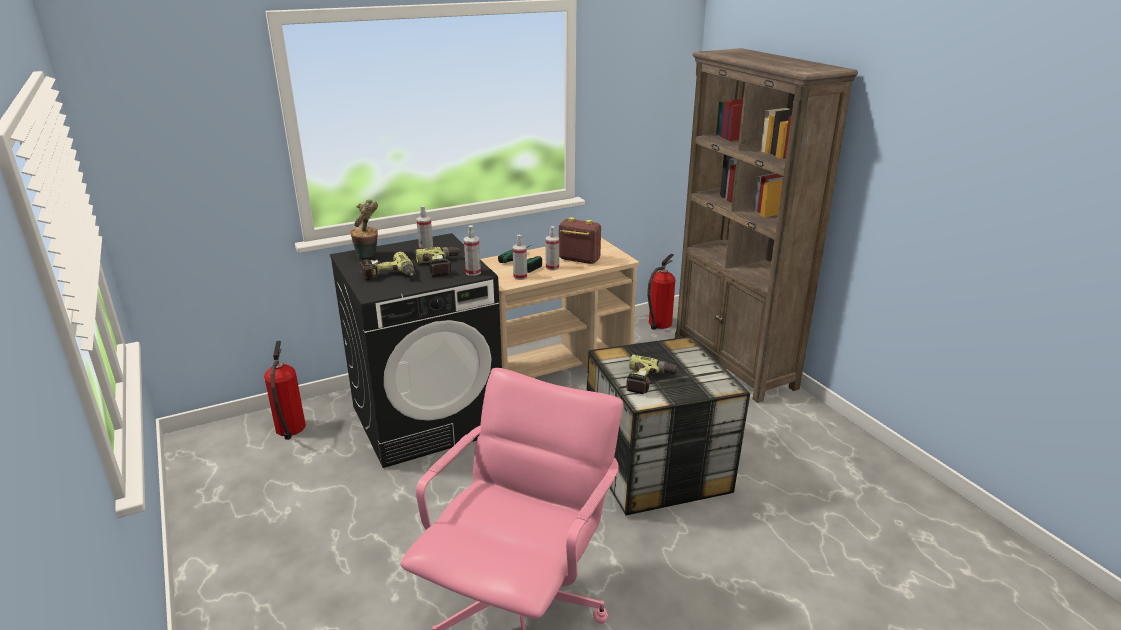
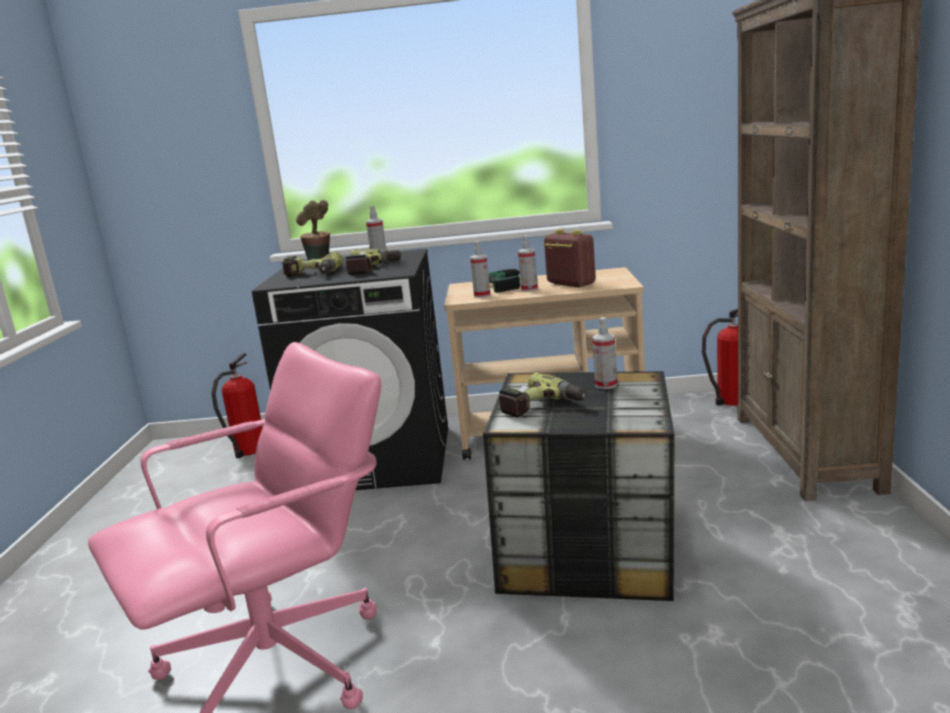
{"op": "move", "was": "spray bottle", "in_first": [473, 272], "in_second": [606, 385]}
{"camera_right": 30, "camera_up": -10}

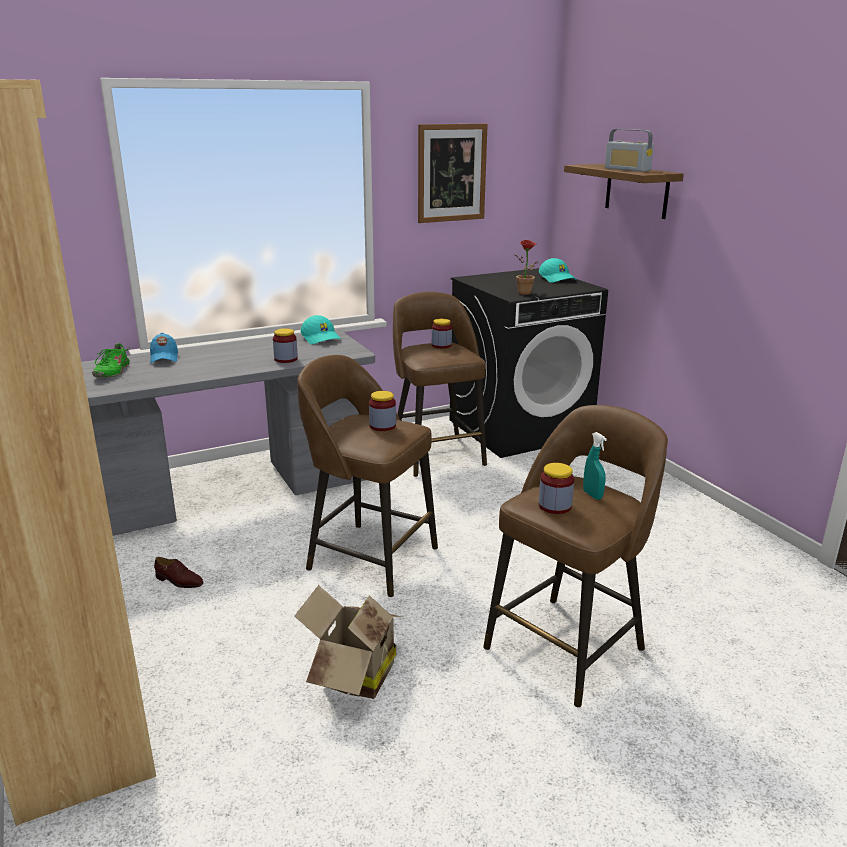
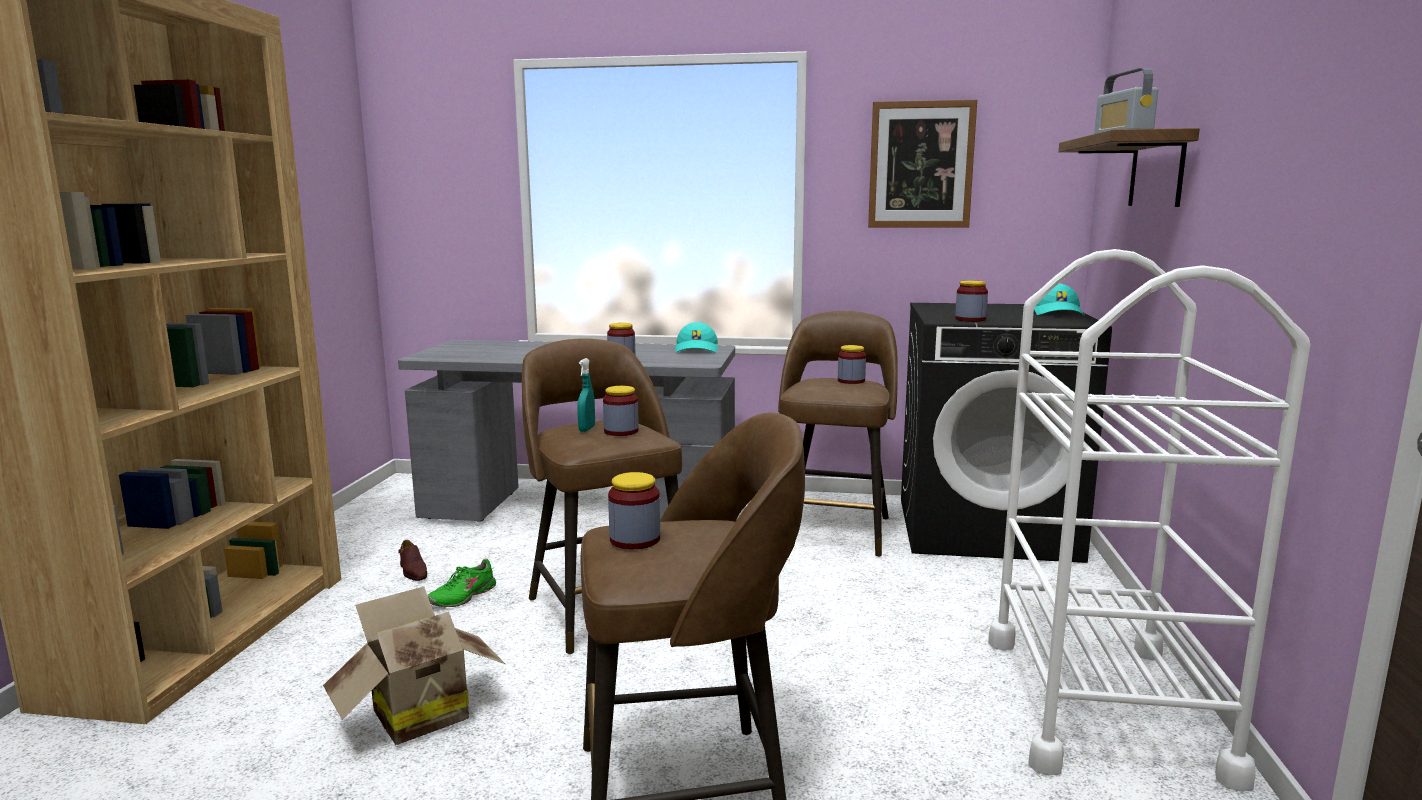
{"op": "replace", "was": "potted plant", "now": "jar", "in_first": [527, 293], "in_second": [970, 319]}
{"op": "delete", "was": "cap in blue", "in_first": [164, 358]}
{"op": "move", "was": "shoe in green", "in_first": [112, 372], "in_second": [462, 596]}
{"op": "move", "was": "spray bottle in turquoise", "in_first": [592, 495], "in_second": [587, 429]}
{"op": "insert", "now": "cart in white", "in_second": [1102, 704]}
{"camera_right": 35, "camera_up": -10}

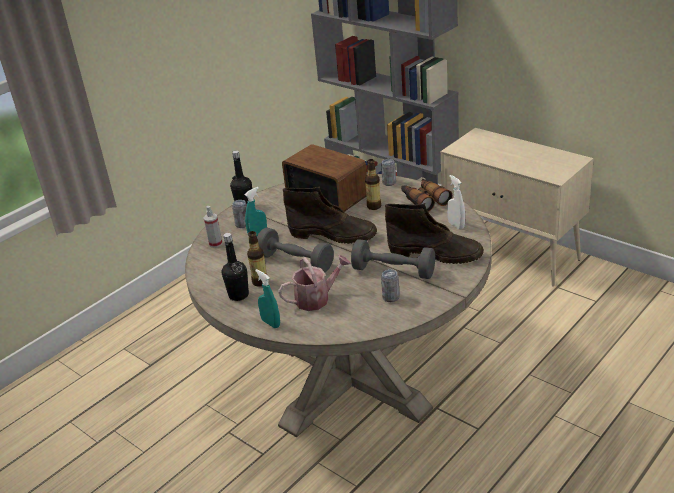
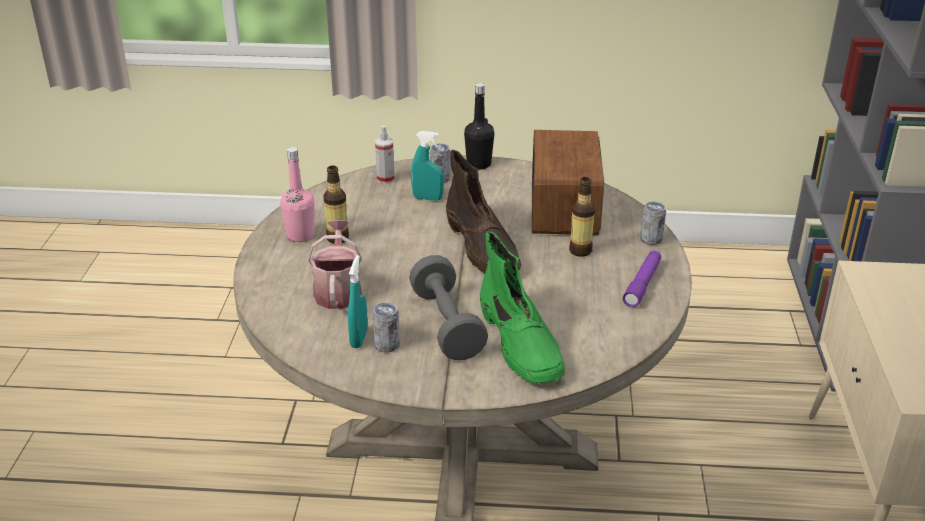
{"op": "delete", "was": "spray bottle in white", "in_first": [456, 225]}
{"op": "replace", "was": "binoculars", "now": "flashlight in purple", "in_first": [424, 200], "in_second": [642, 284]}
{"op": "recolor", "was": "boot in brown", "now": "boot in green", "in_first": [436, 254], "in_second": [521, 344]}
{"op": "delete", "was": "dumbbell in grey", "in_first": [295, 262]}
{"op": "recolor", "was": "bottle in black", "now": "bottle in pink", "in_first": [238, 295], "in_second": [300, 235]}
{"op": "rotate", "was": "watering can", "in_first": [317, 298], "in_second": [338, 290], "clockwise": -120}
{"op": "move", "was": "spray bottle in turquoise", "in_first": [271, 323], "in_second": [359, 339]}
{"camera_right": 50, "camera_up": 0}

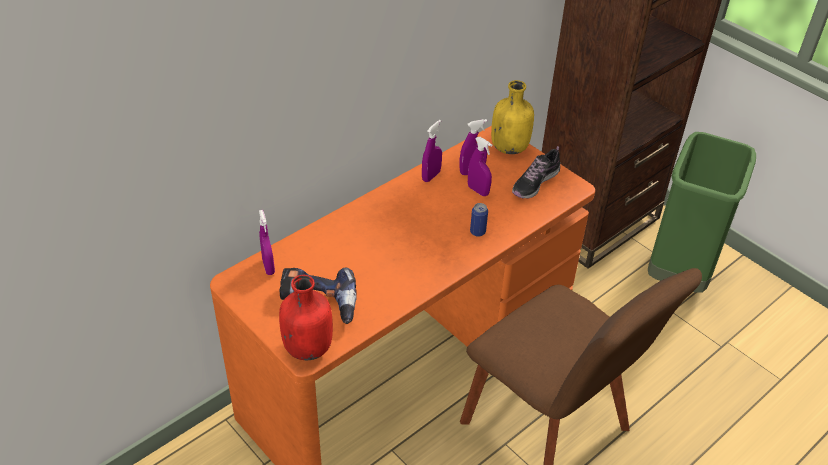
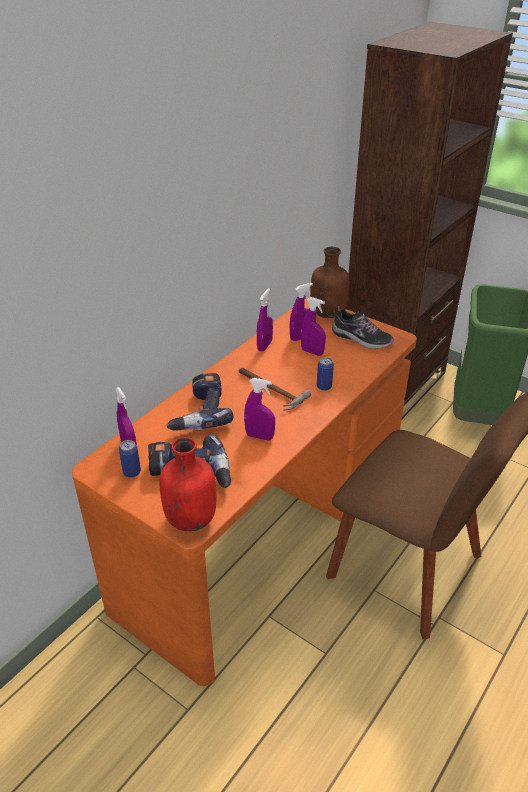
{"op": "recolor", "was": "bottle in yellow", "now": "bottle in brown", "in_first": [509, 147], "in_second": [328, 313]}
{"op": "rotate", "was": "shoe", "in_first": [535, 183], "in_second": [361, 338], "clockwise": -90}
{"op": "insert", "now": "hammer", "in_second": [269, 389]}
{"op": "insert", "now": "power drill", "in_second": [199, 413]}
{"op": "insert", "now": "spray bottle in purple", "in_second": [259, 436]}
{"op": "insert", "now": "can", "in_second": [132, 472]}
{"camera_right": -10, "camera_up": -5}

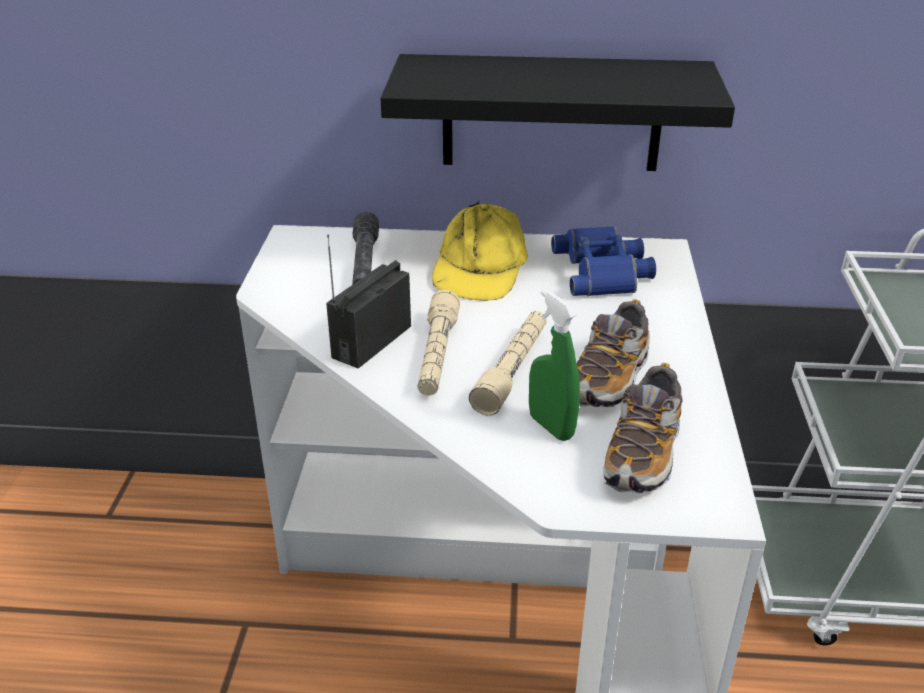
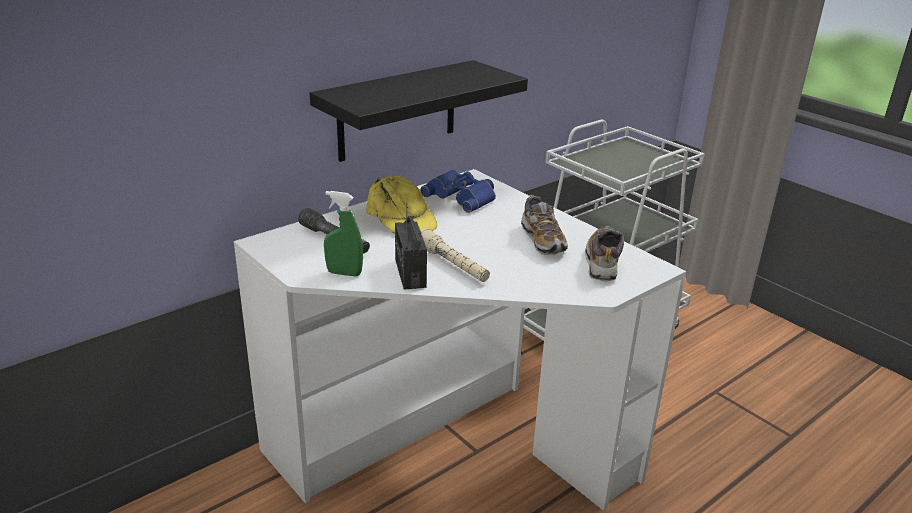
{"op": "move", "was": "spray bottle in green", "in_first": [551, 427], "in_second": [344, 273]}
{"op": "delete", "was": "flashlight in beige", "in_first": [512, 370]}
{"op": "rotate", "was": "shoe", "in_first": [643, 454], "in_second": [602, 262], "clockwise": -150}
{"camera_right": -45, "camera_up": -5}

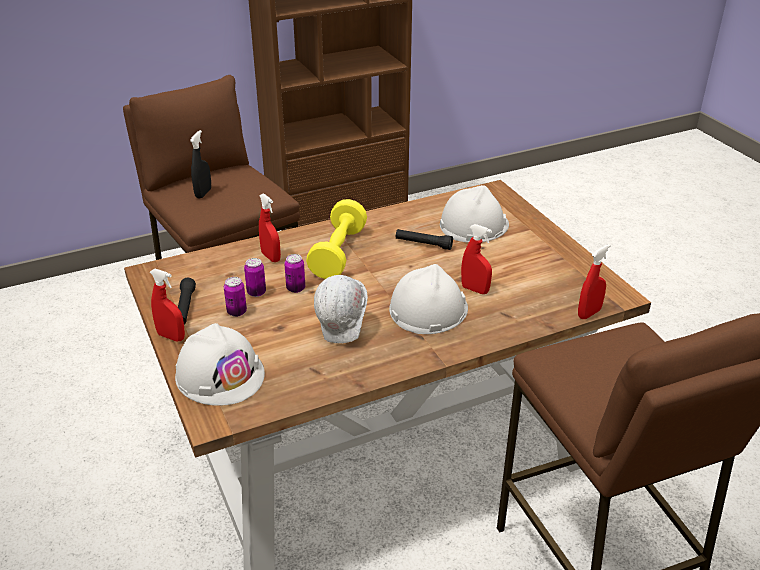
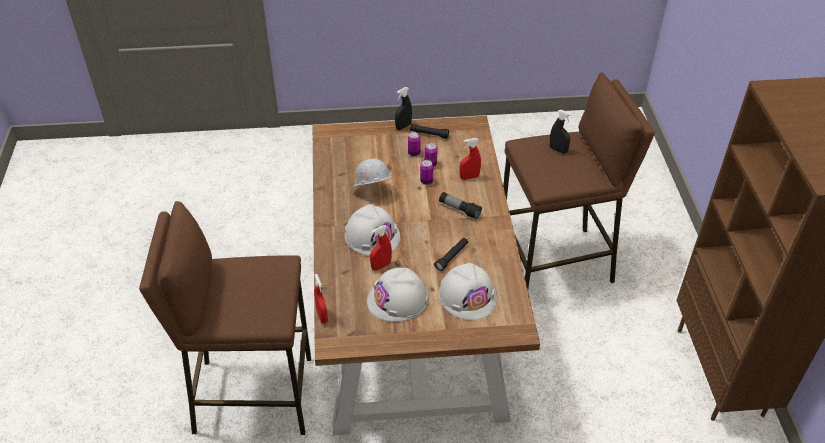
{"op": "replace", "was": "dumbbell in yellow", "now": "flashlight", "in_first": [338, 253], "in_second": [459, 209]}
{"op": "recolor", "was": "spray bottle in red", "now": "spray bottle in black", "in_first": [171, 336], "in_second": [403, 126]}
{"op": "move", "was": "hard hat in white", "in_first": [220, 375], "in_second": [398, 299]}
{"camera_right": 110, "camera_up": 10}

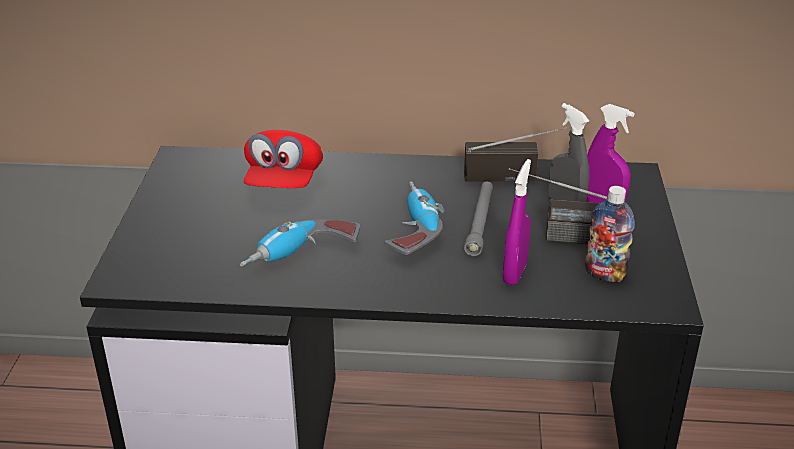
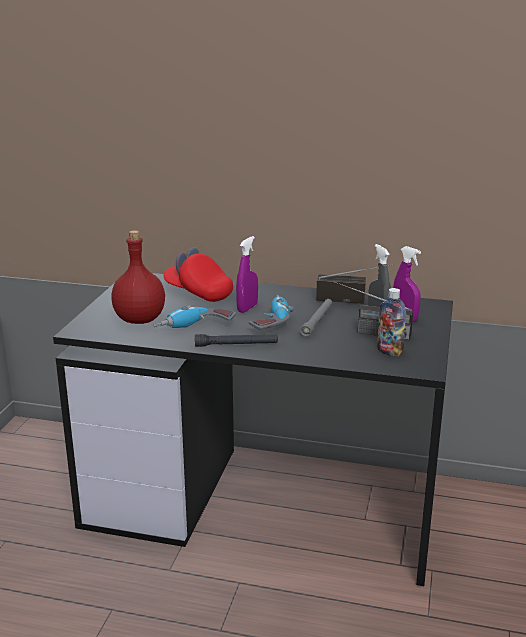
{"op": "rotate", "was": "cap in red", "in_first": [284, 182], "in_second": [198, 293], "clockwise": 105}
{"op": "move", "was": "spray bottle in purple", "in_first": [514, 273], "in_second": [247, 308]}
{"op": "insert", "now": "bottle in red", "in_second": [140, 319]}
{"op": "insert", "now": "flashlight in black", "in_second": [236, 345]}
{"camera_right": 10, "camera_up": -10}

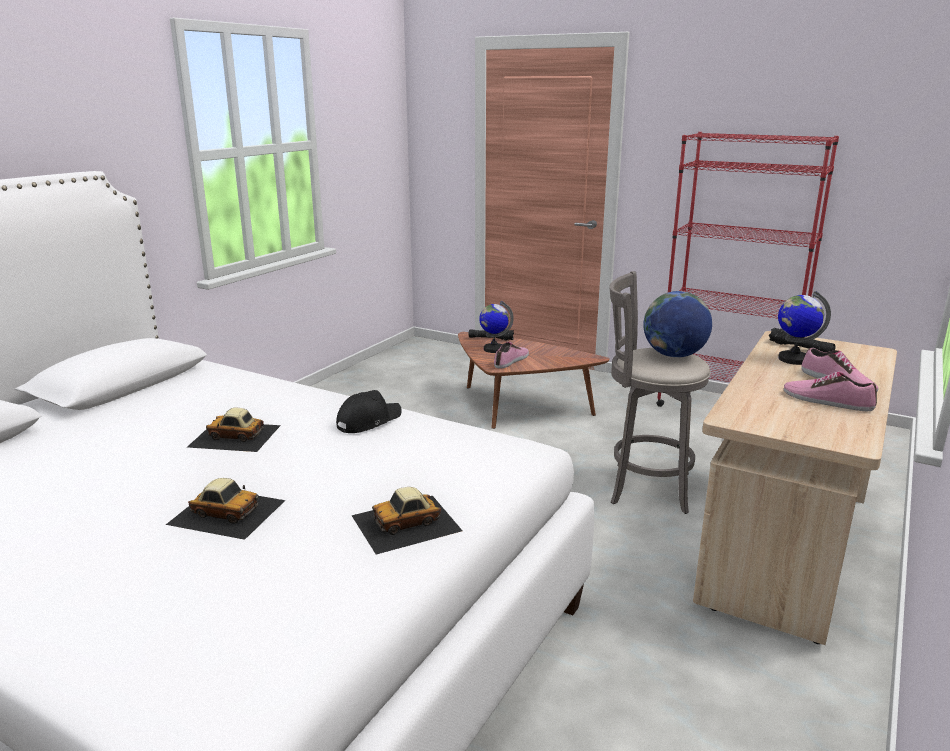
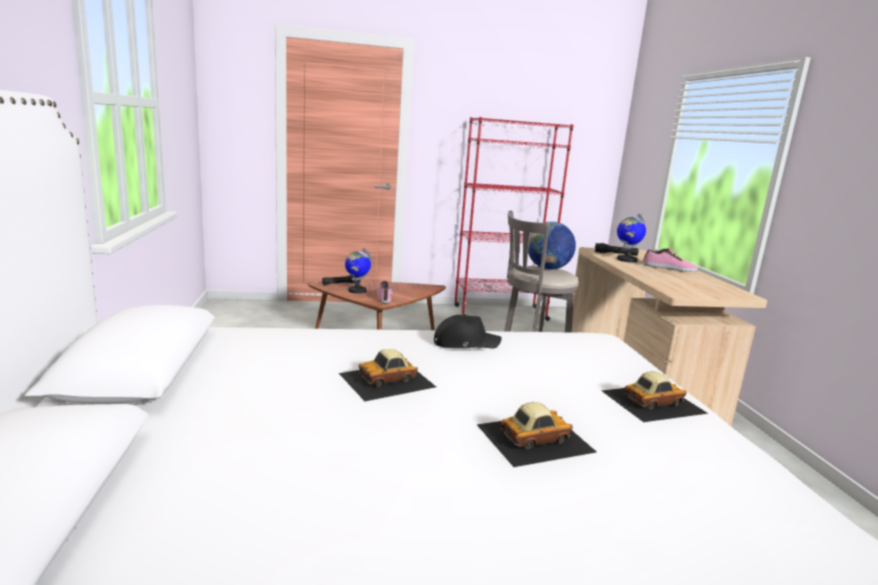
{"op": "delete", "was": "shoe", "in_first": [827, 401]}
{"op": "rotate", "was": "cap in black", "in_first": [368, 421], "in_second": [465, 343], "clockwise": 75}
{"op": "rotate", "was": "toy car", "in_first": [406, 523], "in_second": [652, 401], "clockwise": -135}
{"camera_right": -40, "camera_up": -5}

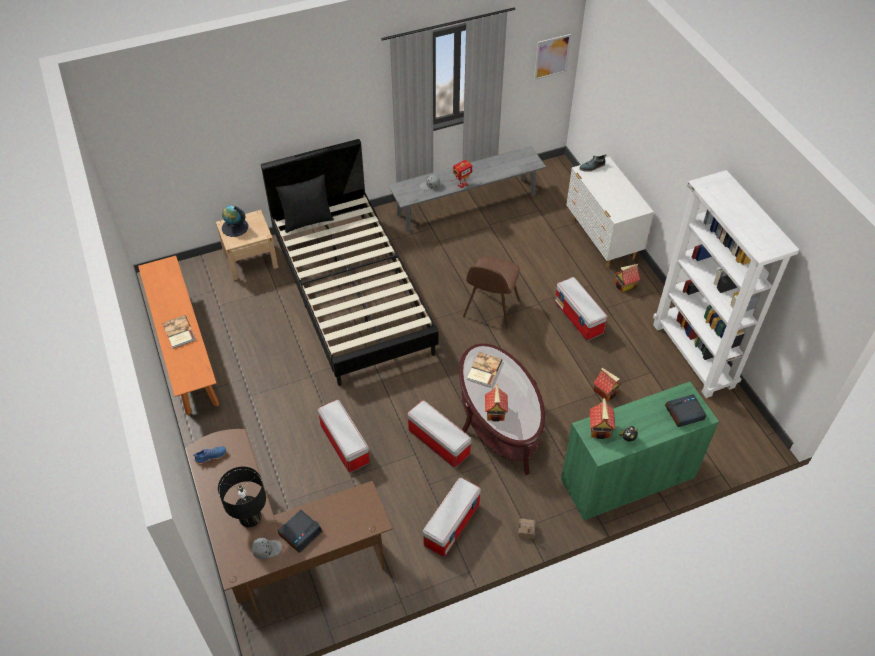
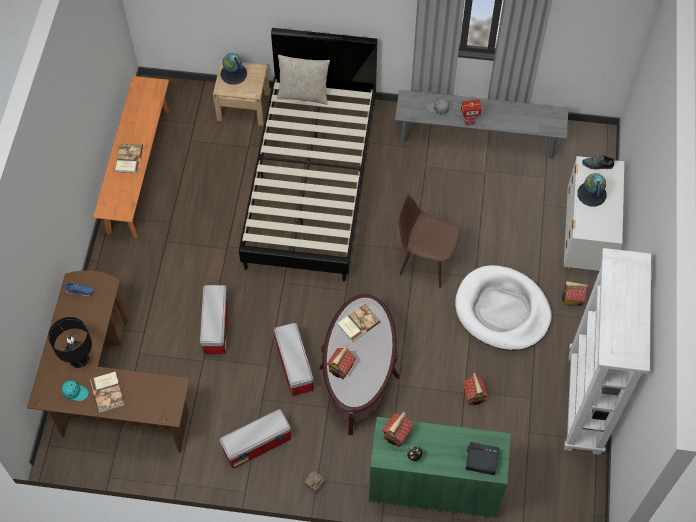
{"op": "delete", "was": "picture", "in_first": [552, 56]}
{"op": "recolor", "was": "pillow in black", "now": "pillow in beige", "in_first": [307, 220], "in_second": [303, 94]}
{"op": "rotate", "was": "chair in brown", "in_first": [490, 309], "in_second": [425, 260], "clockwise": 60}
{"op": "replace", "was": "storage box", "now": "dog bed in white", "in_first": [579, 318], "in_second": [502, 310]}
{"op": "replace", "was": "alarm clock", "now": "book", "in_first": [300, 532], "in_second": [108, 392]}
{"op": "recolor", "was": "cap in grey", "now": "cap in turquoise", "in_first": [266, 549], "in_second": [75, 392]}
{"op": "insert", "now": "globe", "in_second": [591, 194]}
{"camera_right": 30, "camera_up": 10}

